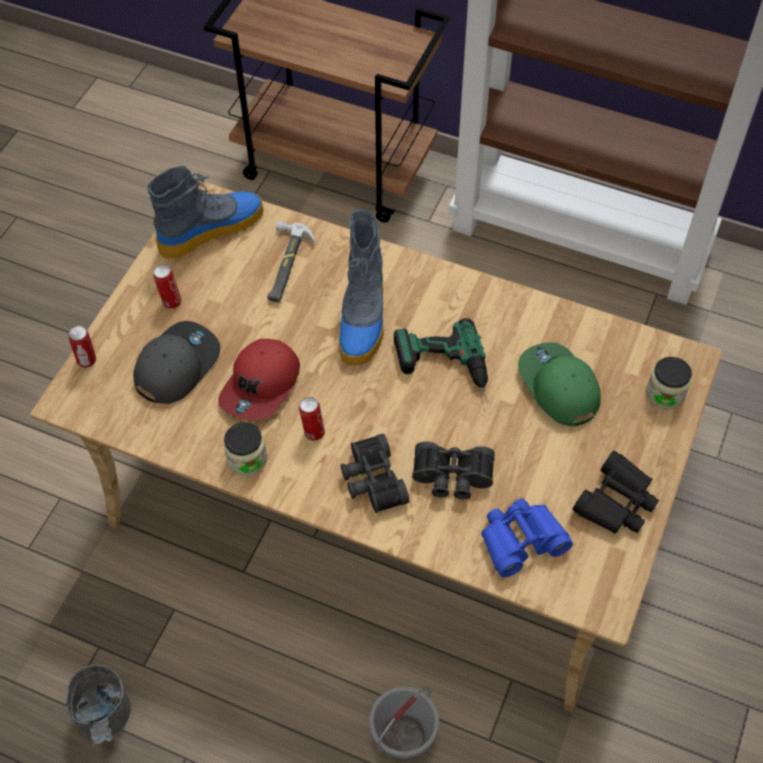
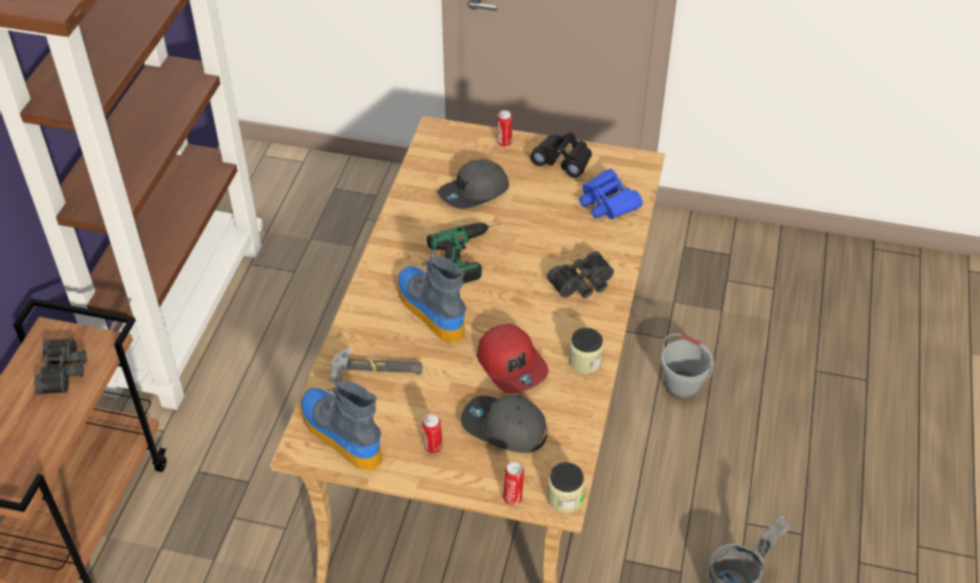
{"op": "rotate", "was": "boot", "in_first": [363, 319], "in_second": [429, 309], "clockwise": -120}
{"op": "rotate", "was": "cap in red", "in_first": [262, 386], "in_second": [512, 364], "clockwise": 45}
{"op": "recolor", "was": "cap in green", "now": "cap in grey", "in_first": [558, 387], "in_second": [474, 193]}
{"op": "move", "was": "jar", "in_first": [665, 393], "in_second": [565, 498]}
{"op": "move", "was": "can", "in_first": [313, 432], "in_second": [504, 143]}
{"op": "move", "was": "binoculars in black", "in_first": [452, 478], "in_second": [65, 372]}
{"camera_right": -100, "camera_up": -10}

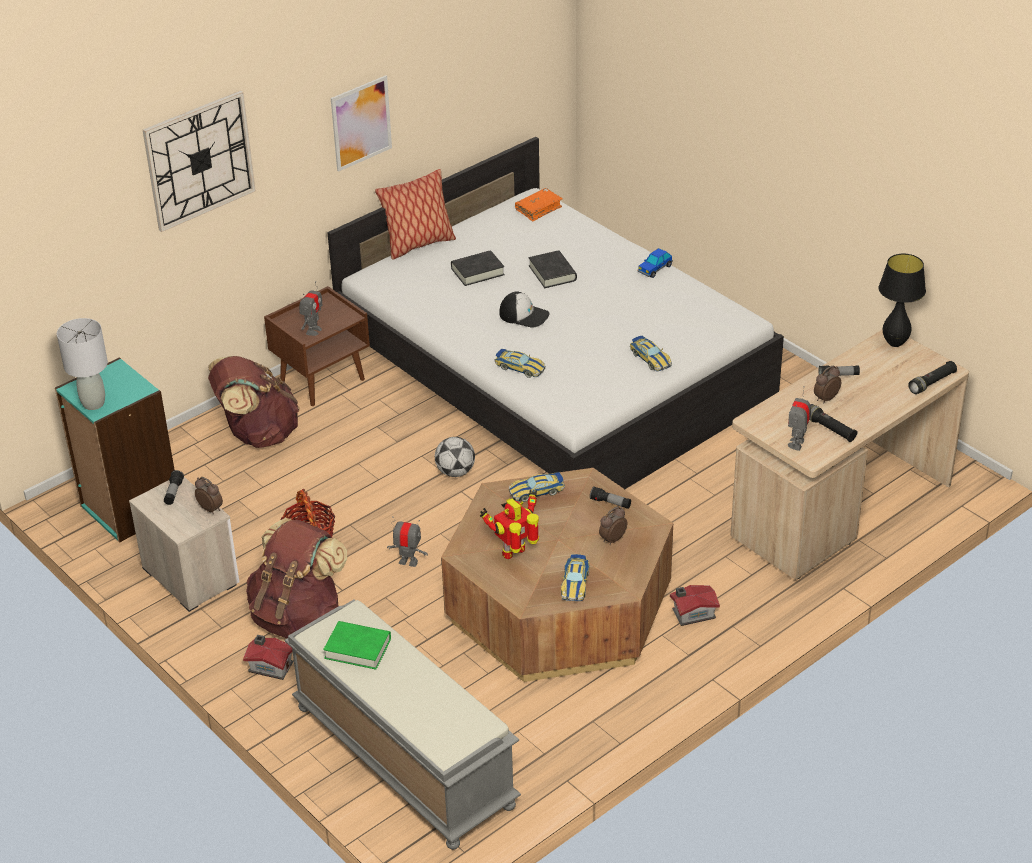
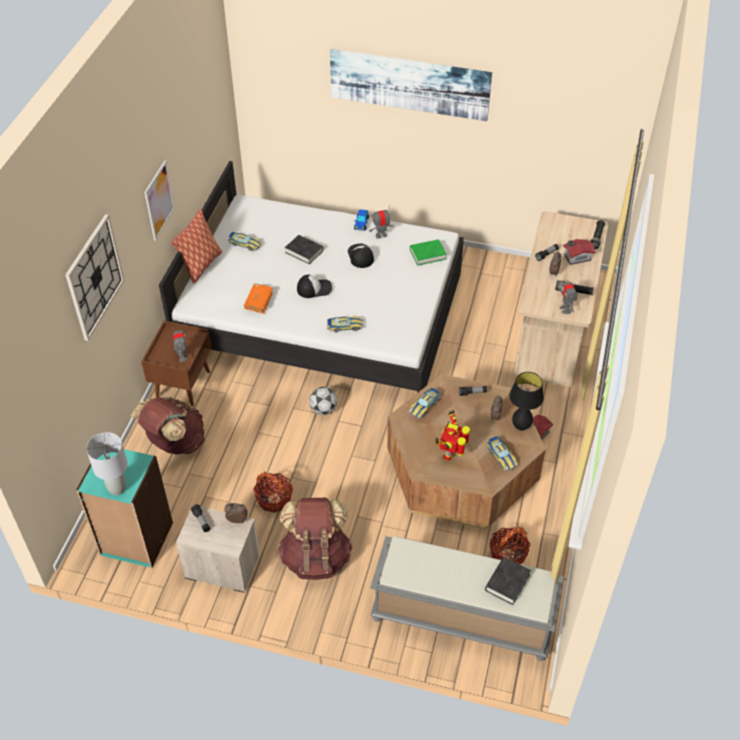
{"op": "move", "was": "book in orange", "in_first": [538, 209], "in_second": [259, 301]}
{"op": "move", "was": "book in black", "in_first": [477, 272], "in_second": [507, 582]}
{"op": "move", "was": "table lamp in black", "in_first": [895, 343], "in_second": [521, 426]}
{"op": "move", "was": "toy car", "in_first": [650, 358], "in_second": [245, 244]}
{"op": "move", "was": "toy robot", "in_first": [408, 562], "in_second": [381, 235]}
{"op": "move", "was": "book in green", "in_first": [357, 649], "in_second": [427, 254]}
{"op": "move", "was": "toy house", "in_first": [270, 666], "in_second": [576, 257]}
{"op": "insert", "now": "picture", "in_second": [409, 84]}
{"op": "insert", "now": "cap", "in_second": [360, 256]}
{"op": "insert", "now": "basket", "in_second": [508, 554]}
{"camera_right": -35, "camera_up": 10}

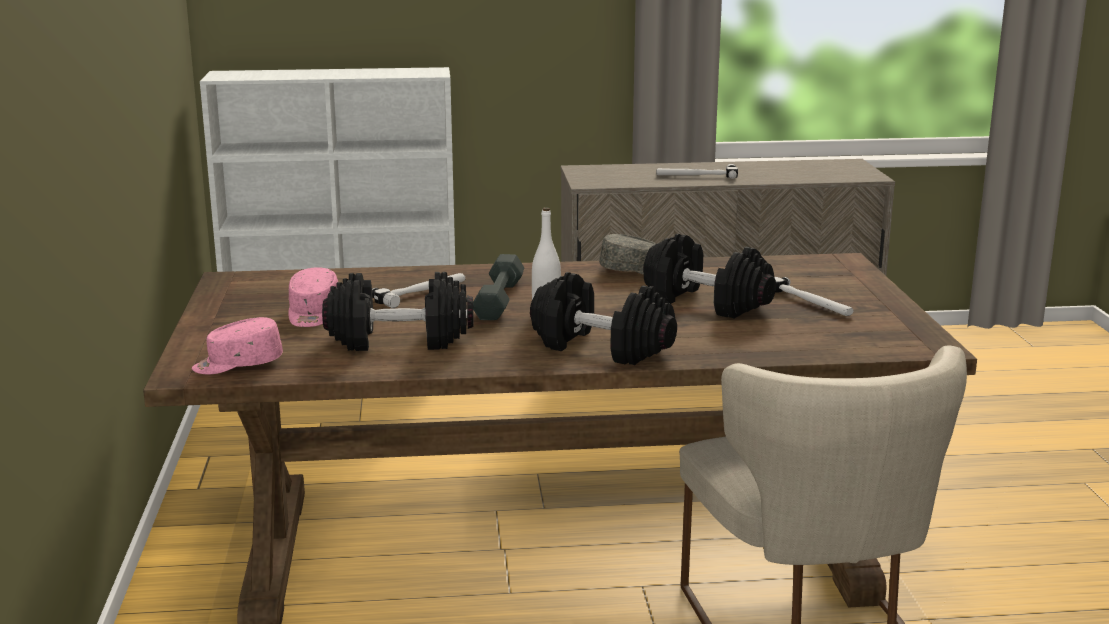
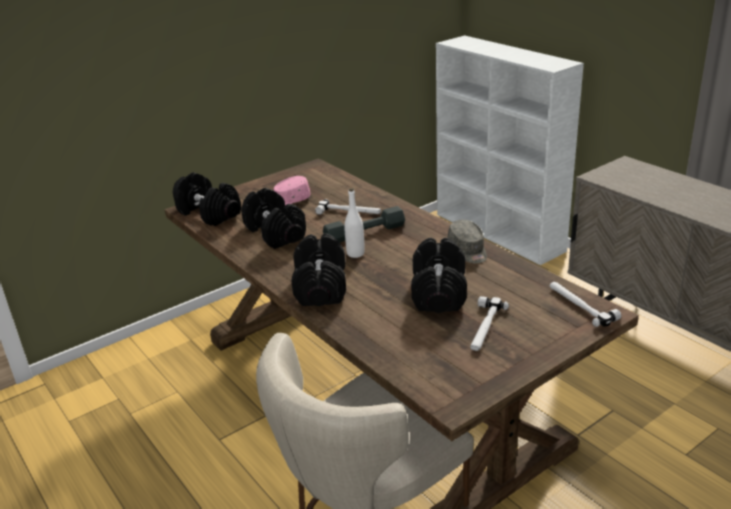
{"op": "move", "was": "hammer", "in_first": [696, 176], "in_second": [580, 305]}
{"op": "replace", "was": "cap in pink", "now": "dumbbell in black", "in_first": [238, 364], "in_second": [208, 213]}
{"camera_right": 60, "camera_up": 10}

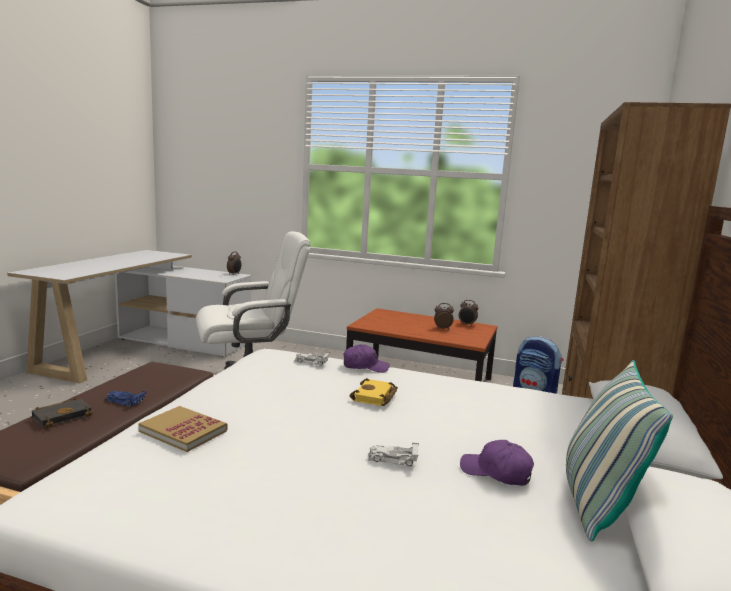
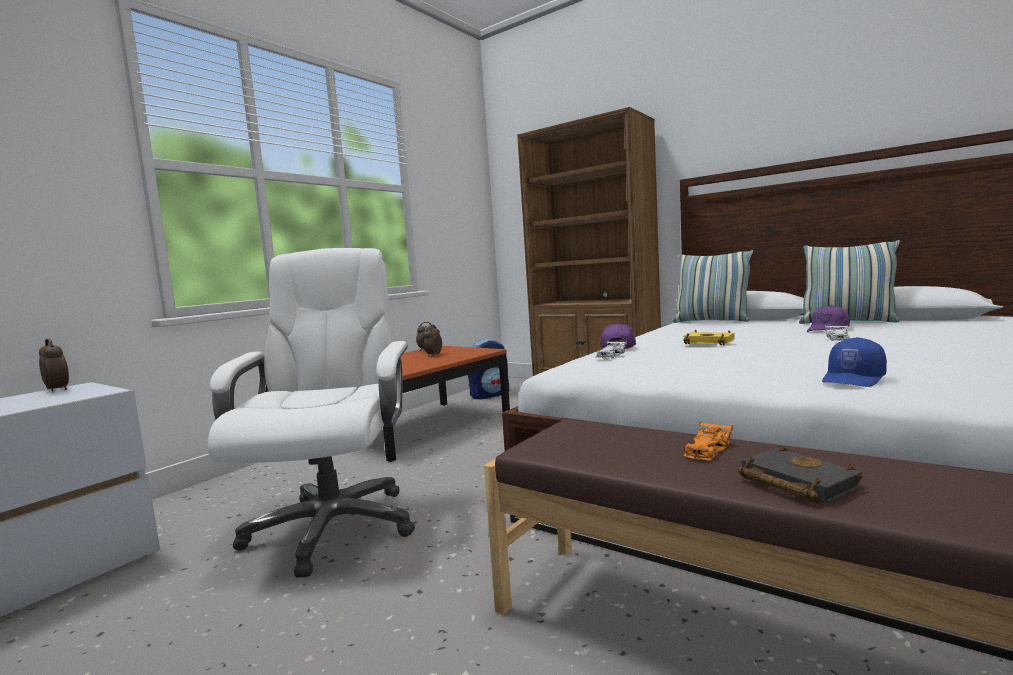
{"op": "recolor", "was": "toy car in blue", "now": "toy car in orange", "in_first": [124, 401], "in_second": [707, 450]}
{"op": "replace", "was": "book", "now": "cap in blue", "in_first": [183, 431], "in_second": [854, 379]}
{"op": "insert", "now": "pillow", "in_second": [711, 321]}
{"camera_right": -70, "camera_up": -5}

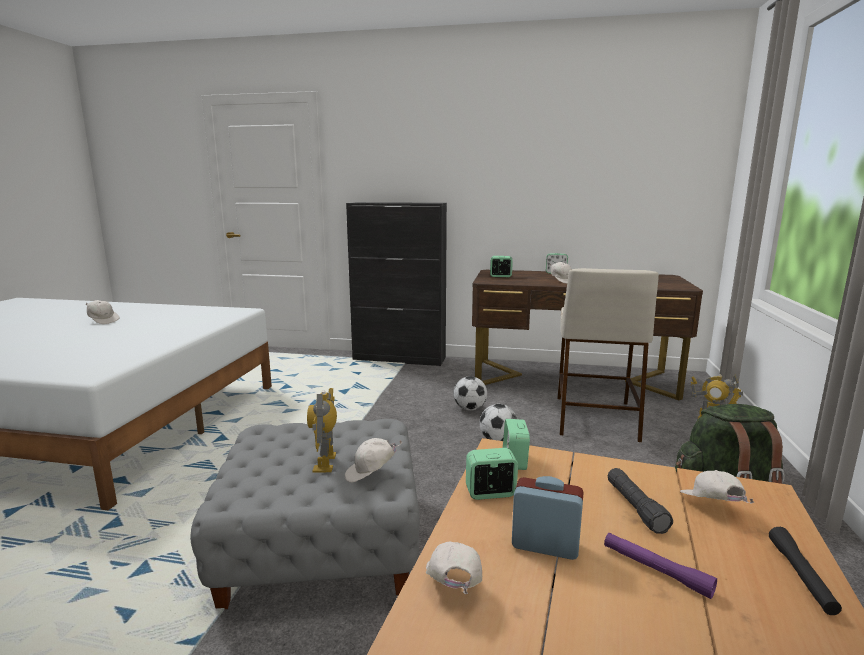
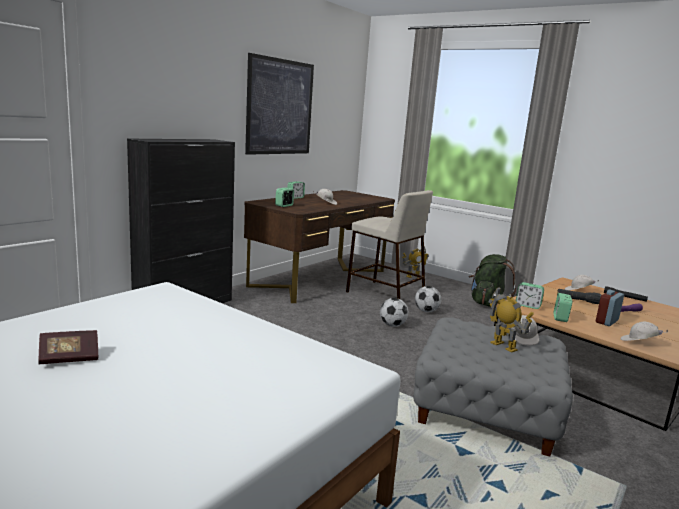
{"op": "replace", "was": "cap in white", "now": "book", "in_first": [103, 321], "in_second": [69, 358]}
{"op": "move", "was": "football", "in_first": [469, 409], "in_second": [426, 311]}
{"op": "rotate", "was": "toy robot", "in_first": [326, 462], "in_second": [503, 346], "clockwise": -150}
{"op": "insert", "now": "picture", "in_second": [280, 107]}
{"camera_right": -65, "camera_up": 0}

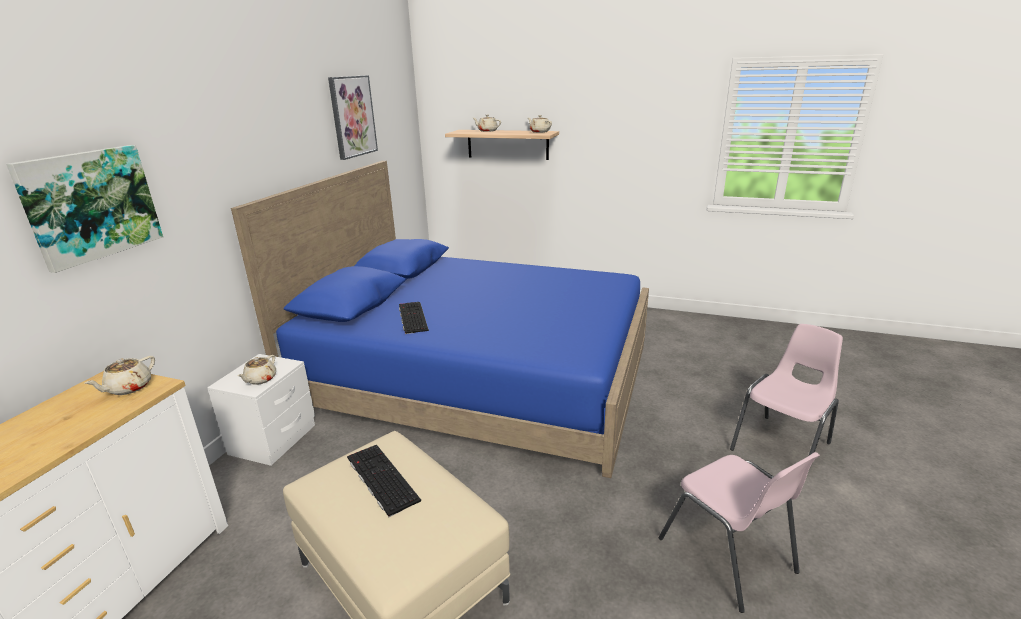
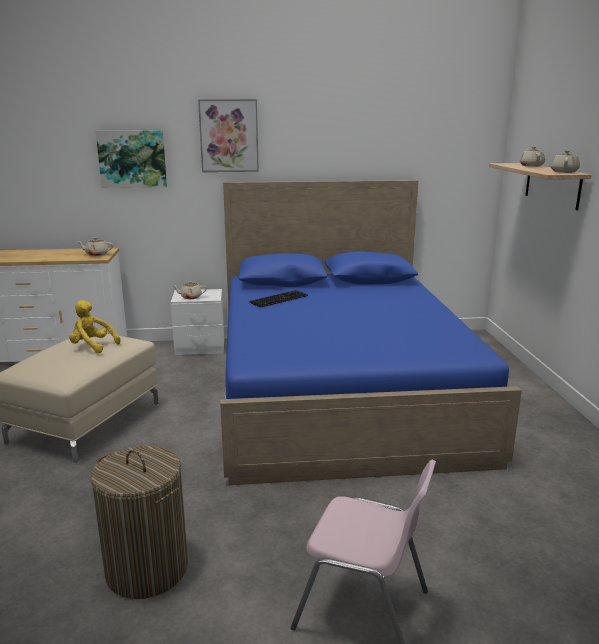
{"op": "move", "was": "picture", "in_first": [352, 116], "in_second": [229, 136]}
{"op": "replace", "was": "keyboard", "now": "plush toy in yellow", "in_first": [380, 478], "in_second": [92, 346]}
{"op": "replace", "was": "chair in pink", "now": "laundry basket", "in_first": [728, 556], "in_second": [147, 569]}
{"camera_right": 65, "camera_up": -5}

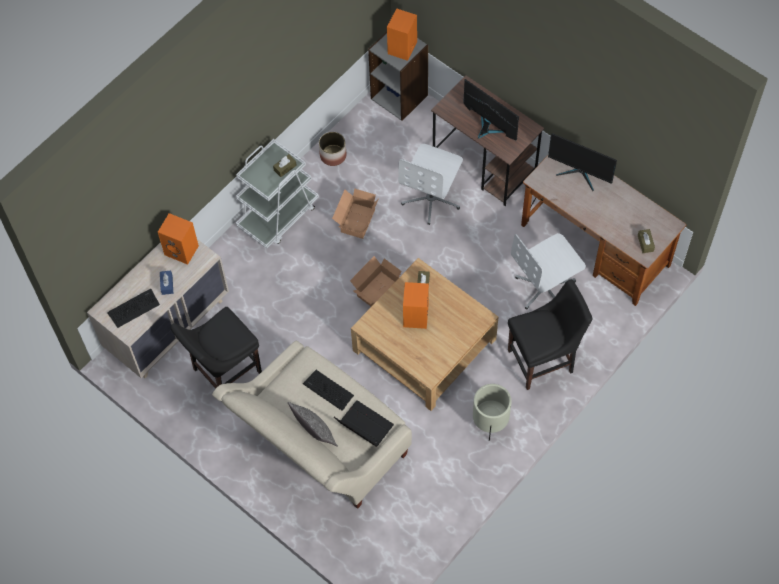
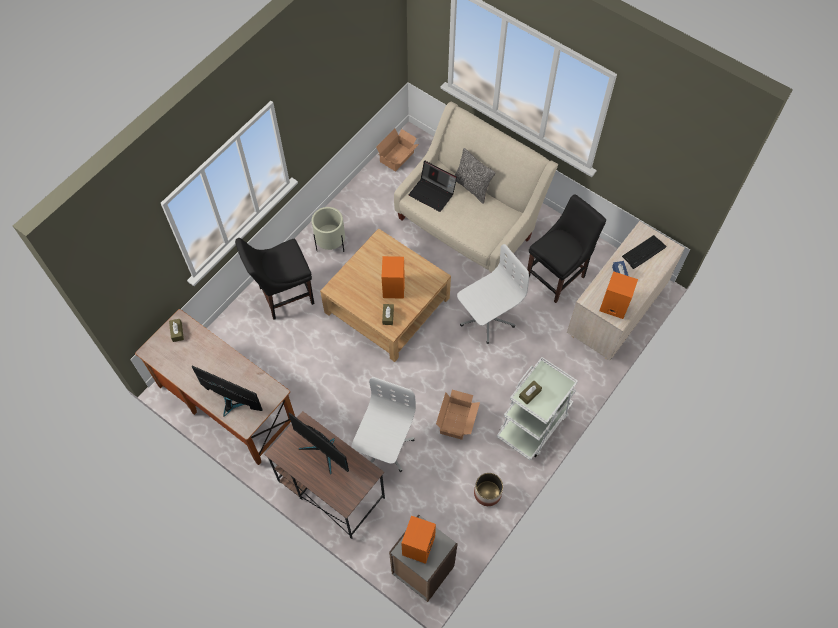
{"op": "move", "was": "office chair in white", "in_first": [545, 288], "in_second": [486, 318]}
{"op": "move", "was": "cardboard box", "in_first": [376, 290], "in_second": [398, 157]}
{"op": "delete", "was": "keyboard", "in_first": [328, 390]}
{"camera_right": 175, "camera_up": 0}

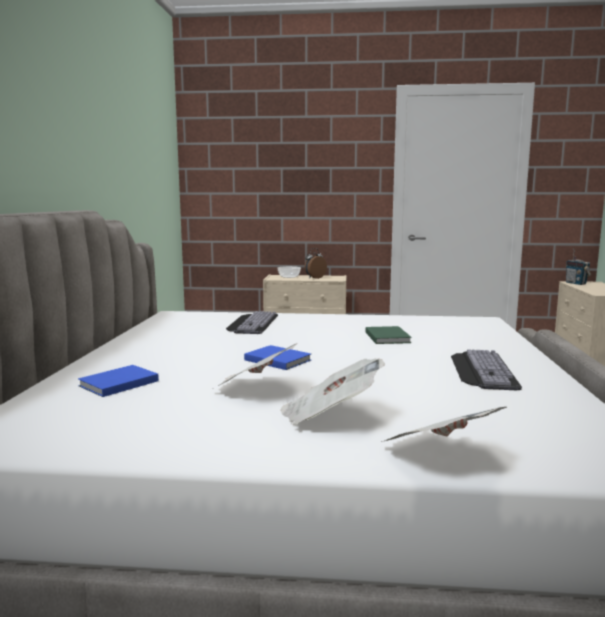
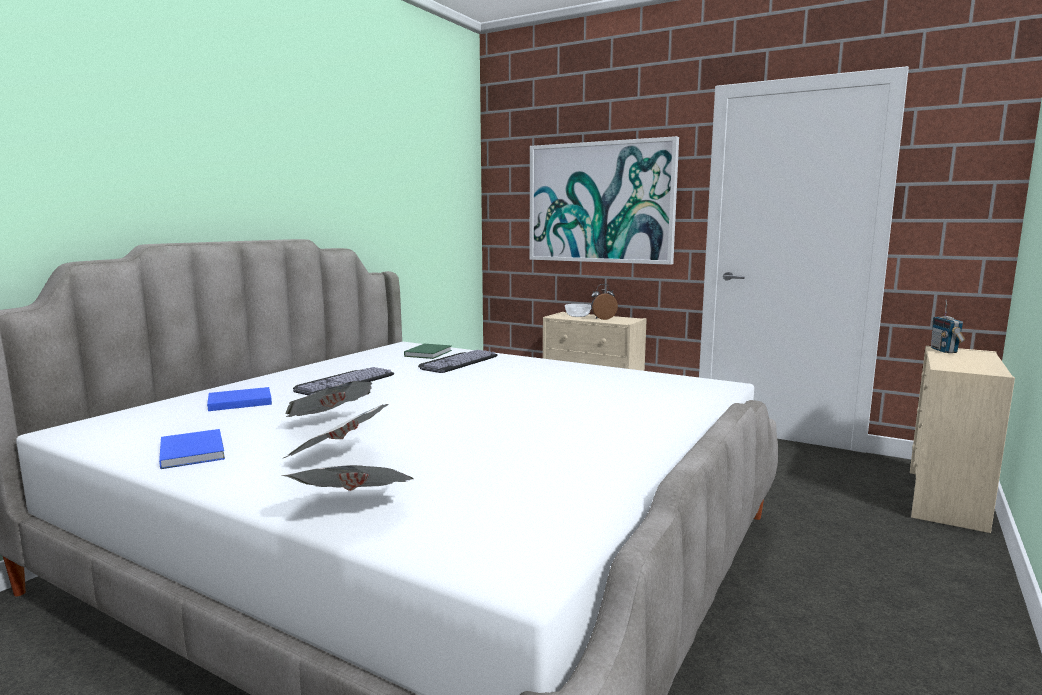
{"op": "move", "was": "book in green", "in_first": [388, 337], "in_second": [429, 353]}
{"op": "move", "was": "book in blue", "in_first": [277, 359], "in_second": [193, 451]}
{"op": "move", "was": "keyboard", "in_first": [480, 369], "in_second": [342, 382]}
{"op": "insert", "now": "picture", "in_second": [600, 202]}
{"camera_right": 25, "camera_up": 0}

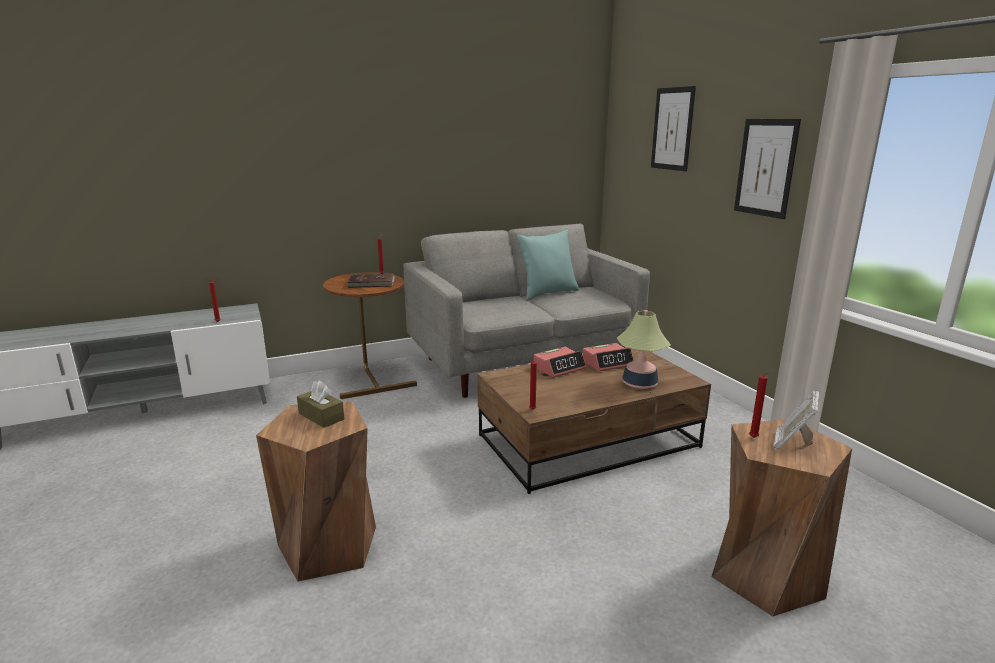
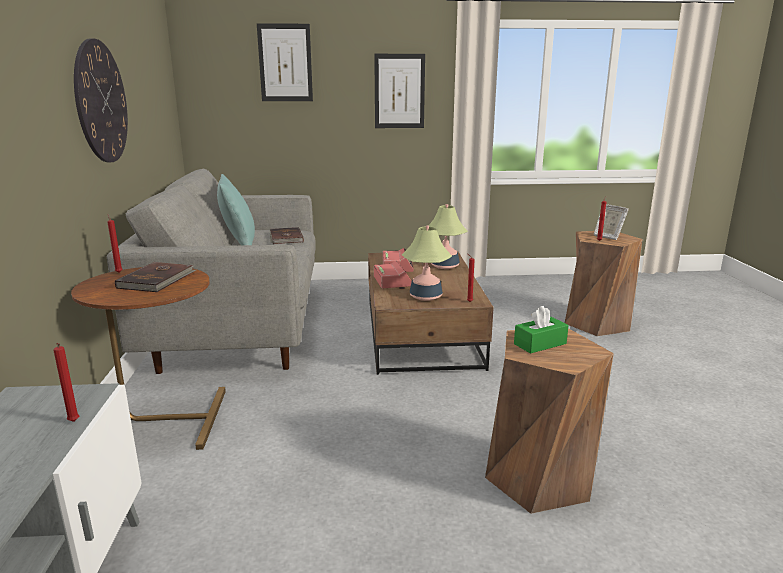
{"op": "recolor", "was": "tissue box in brown", "now": "tissue box in green", "in_first": [321, 416], "in_second": [540, 344]}
{"op": "insert", "now": "wall clock", "in_second": [101, 102]}
{"op": "insert", "now": "table lamp", "in_second": [425, 296]}
{"op": "insert", "now": "book in brown", "in_second": [285, 238]}
{"camera_right": -70, "camera_up": 0}

